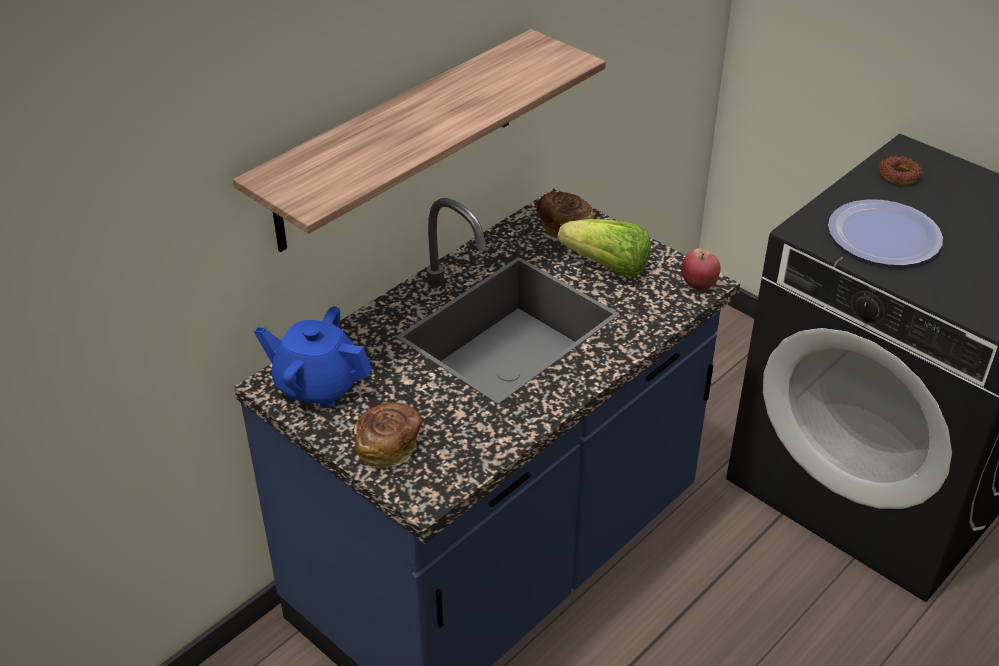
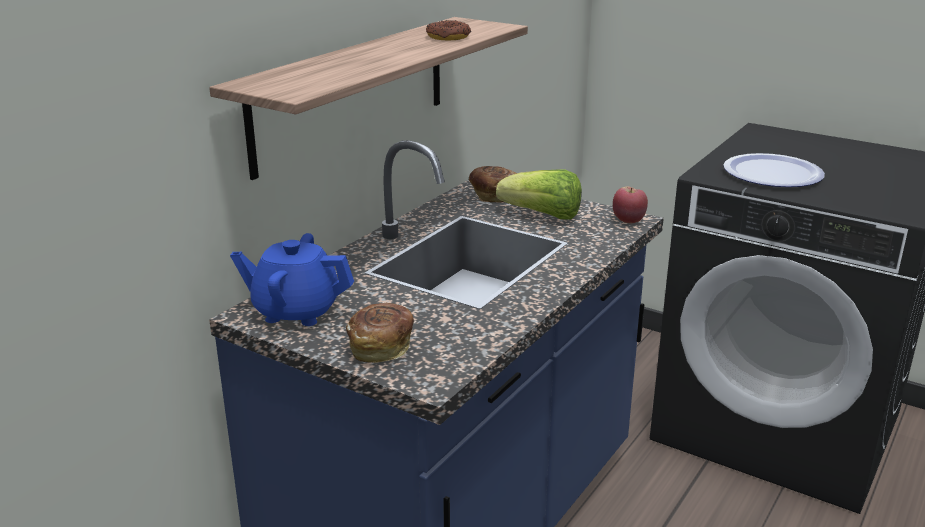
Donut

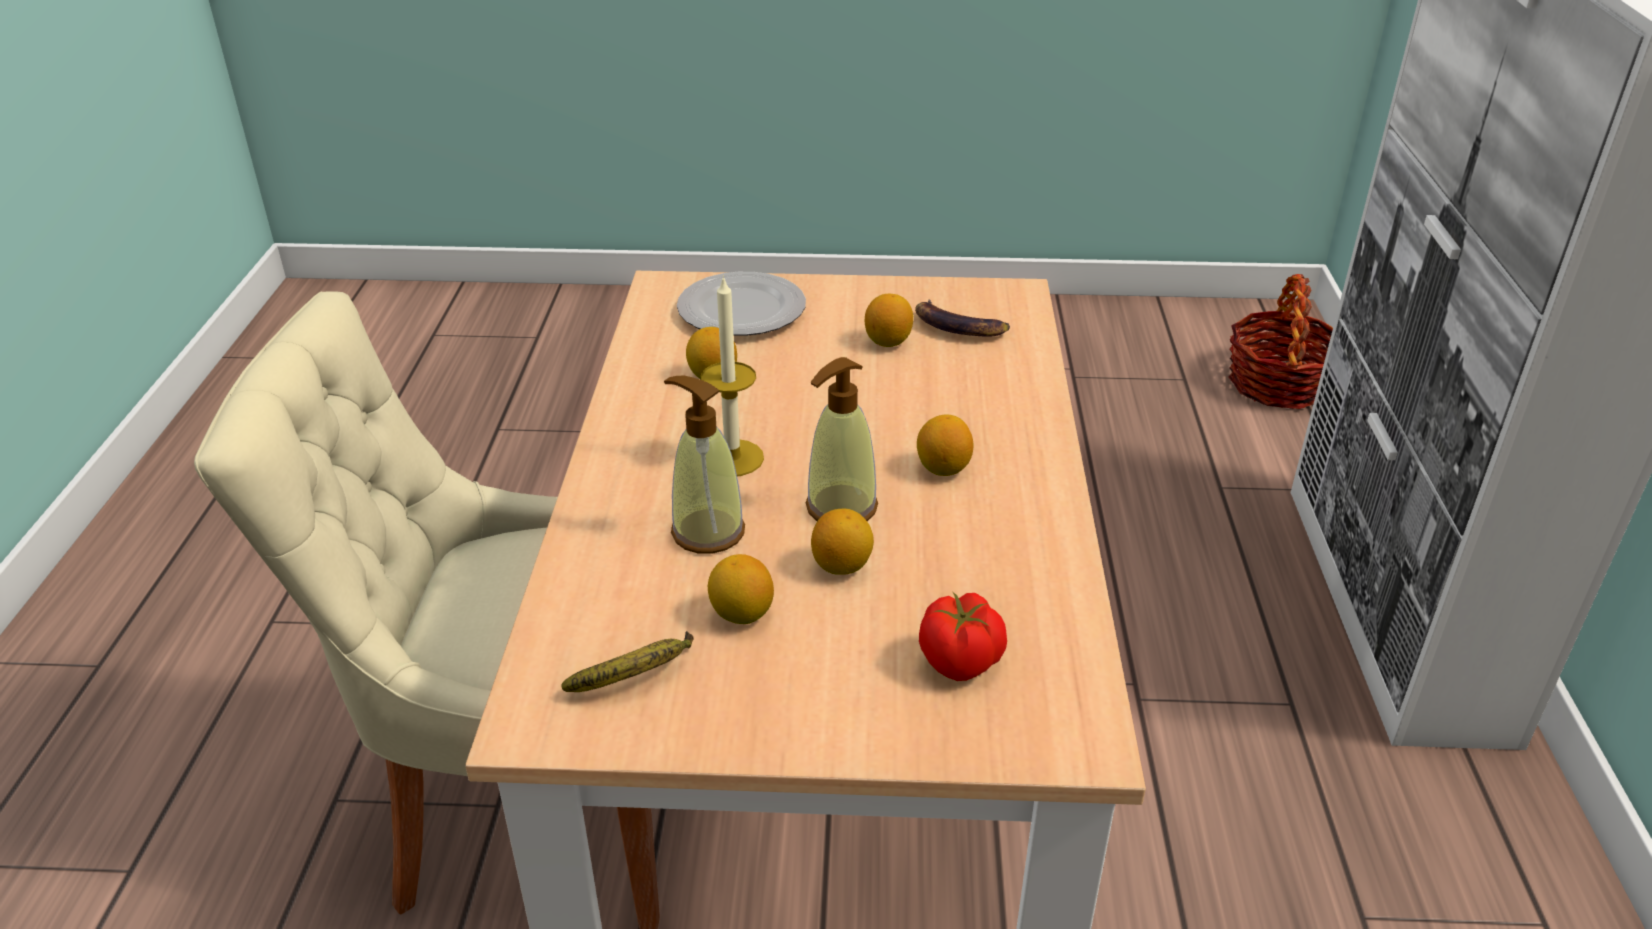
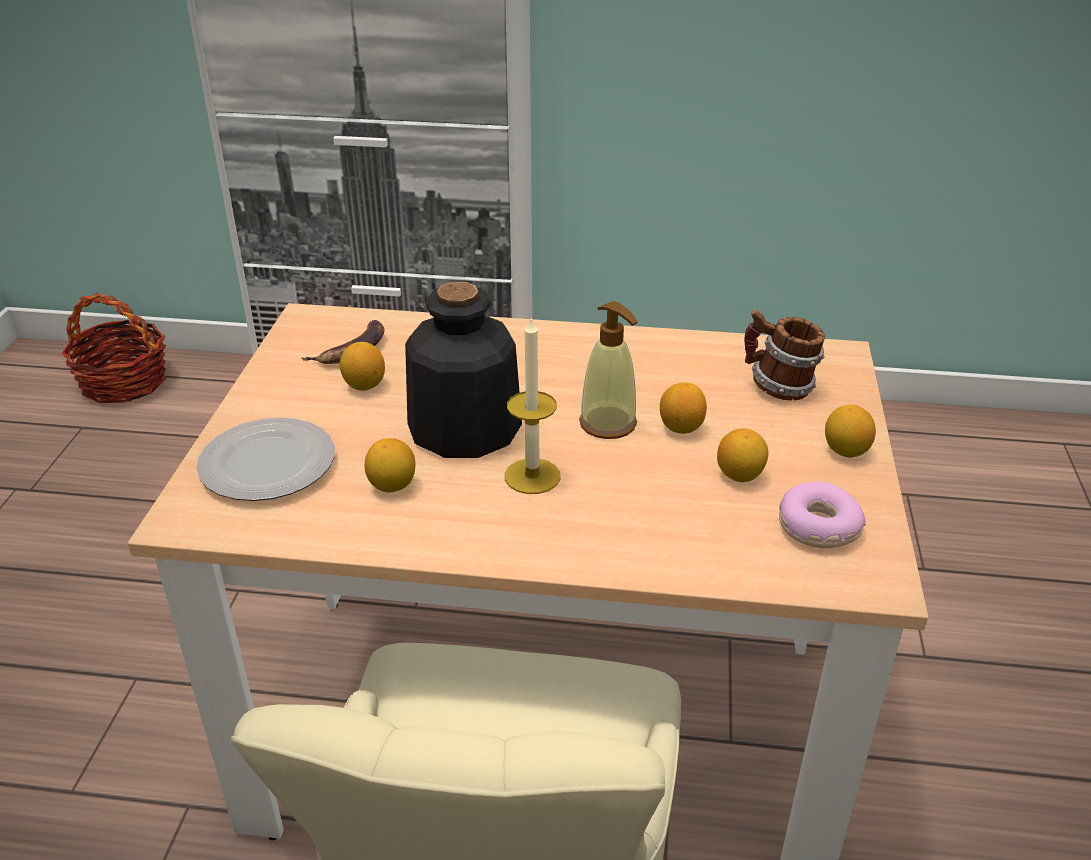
Donut; Seifenspender (no. 1 from left in the first image); Zitrone (no. 5 from left); Henkelbecher; Flasche

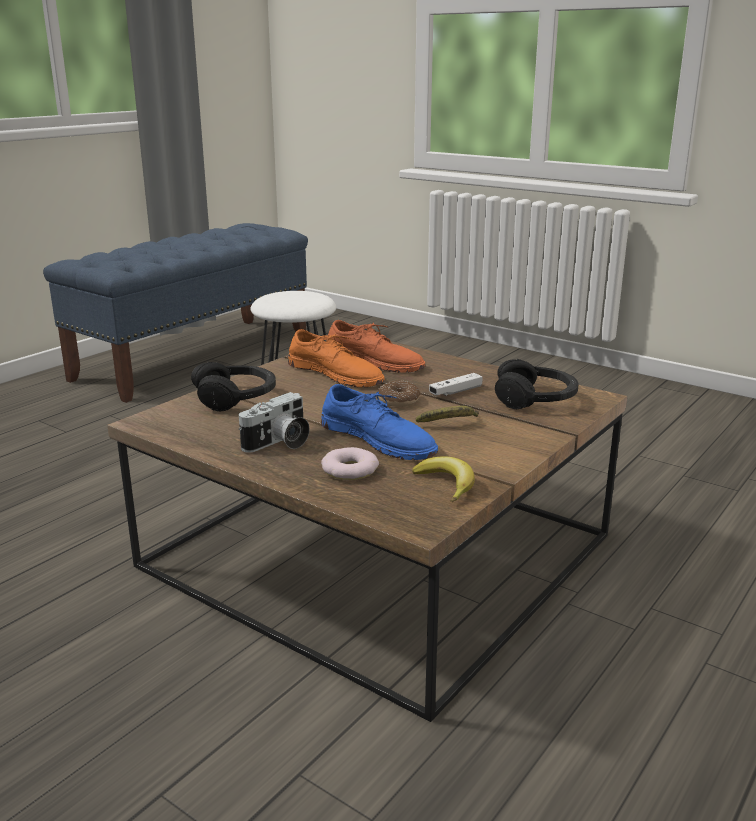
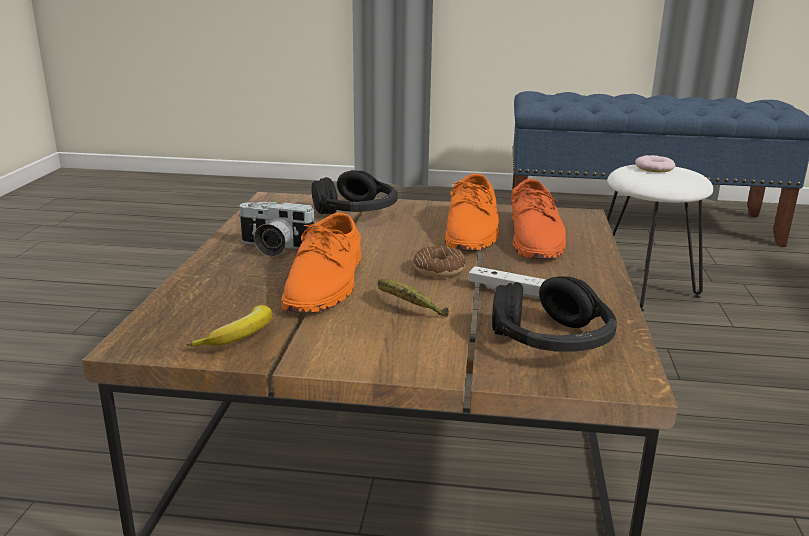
Schuh (orange) (no. 1 from left); Donut (no. 2 from left)

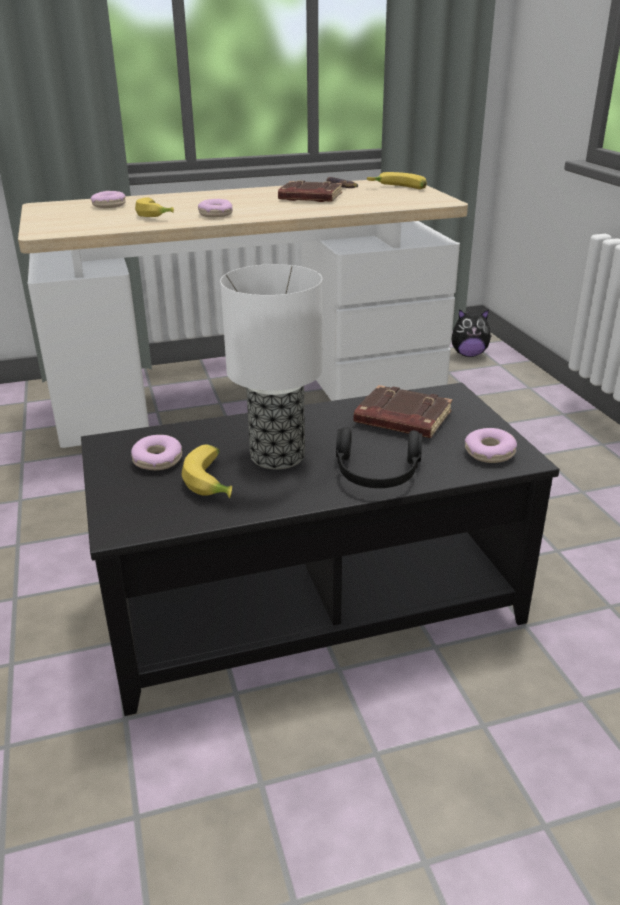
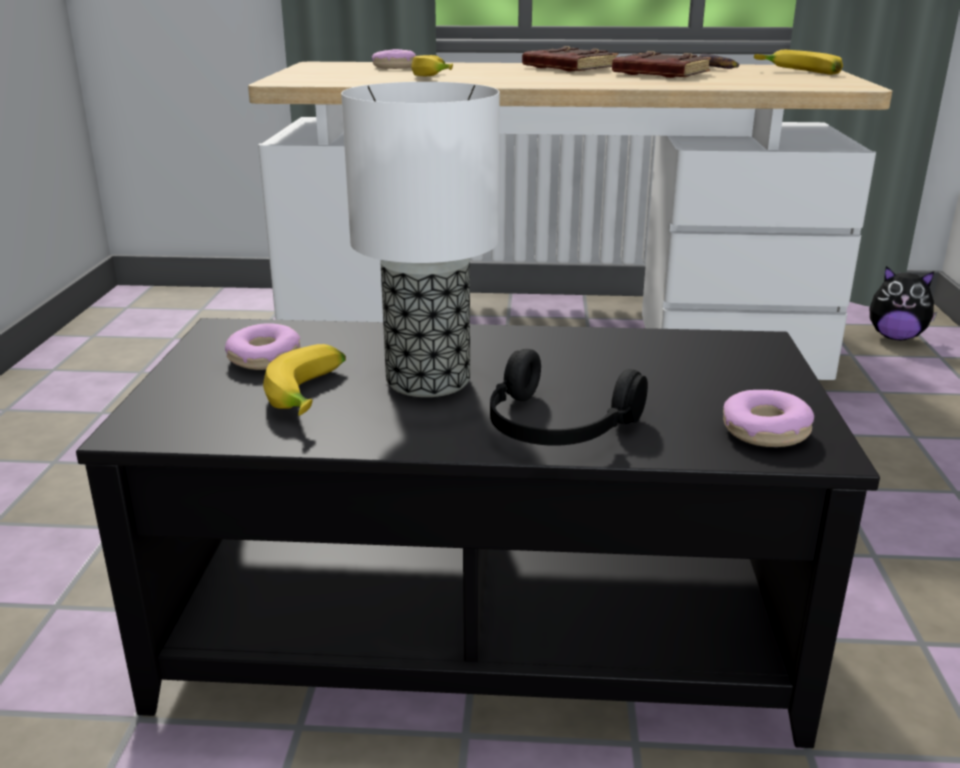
Donut (no. 3 from left in the first image); Buch (braun) (no. 1 from left)

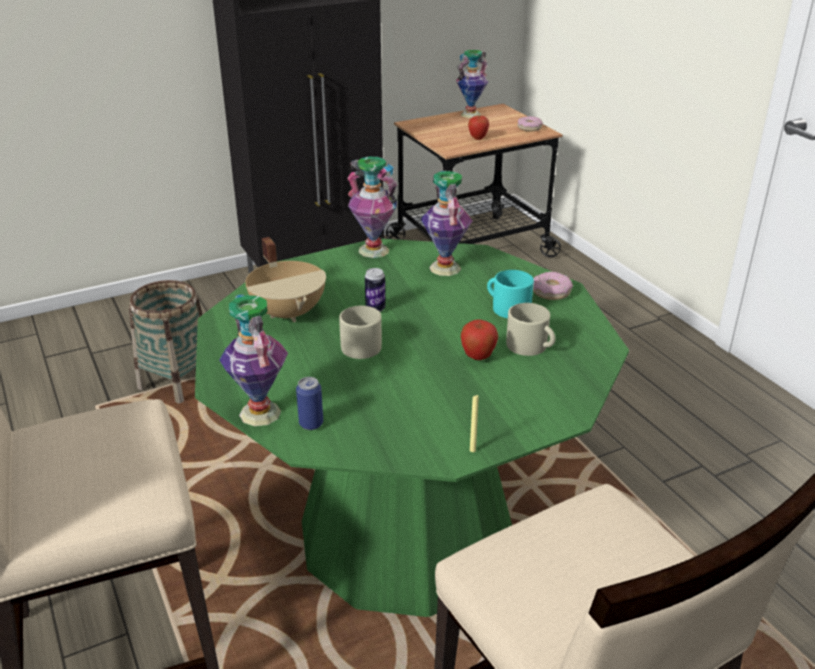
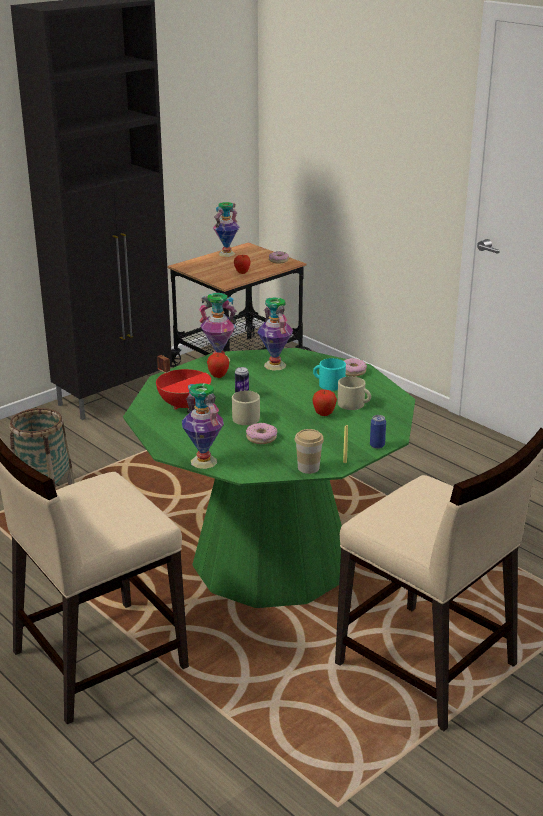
Kochtopf (rot); Dose (no. 2 from left); Apfel (no. 1 from left); Donut (no. 1 from left); Tasse

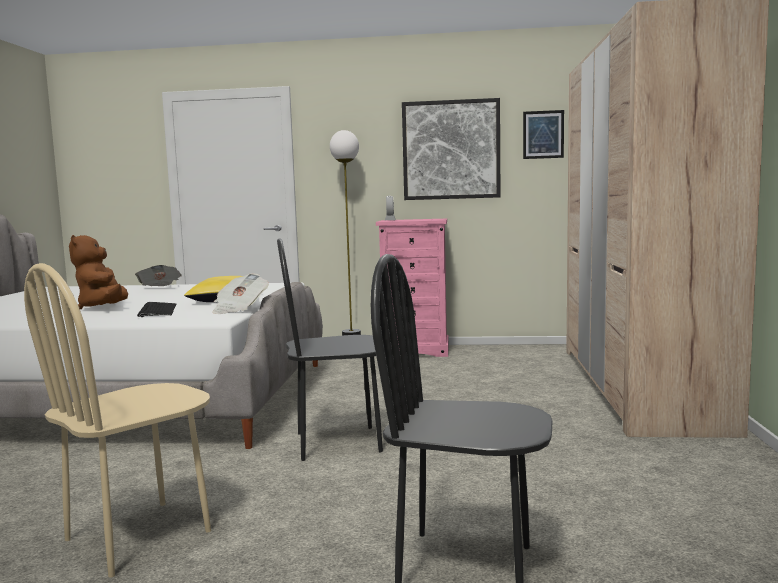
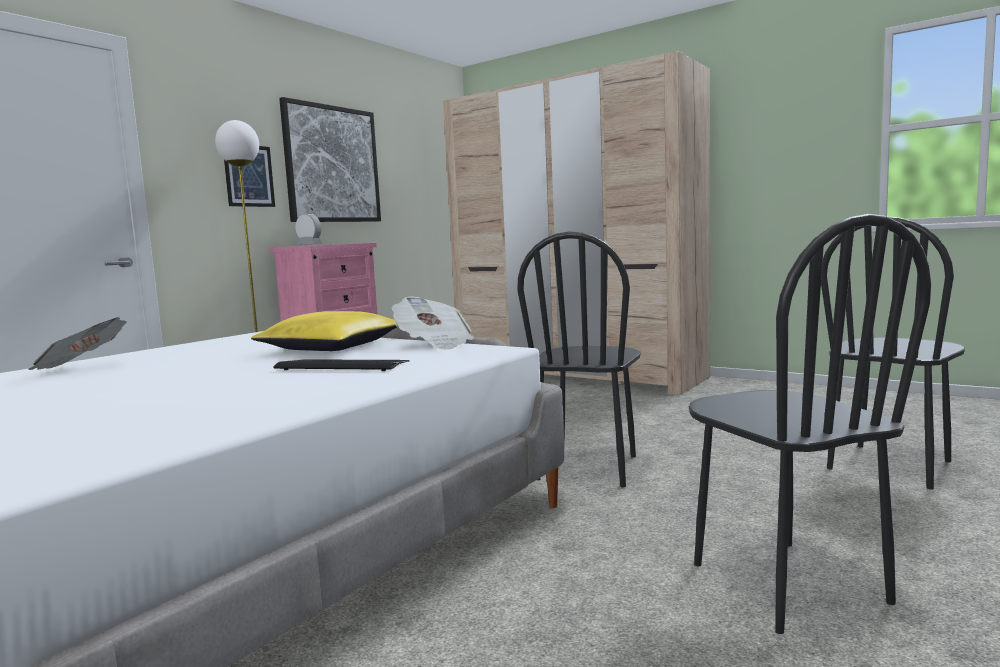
Stuhl (schwarz) (no. 2 from left); Plüschtier (braun); Bild (no. 1 from left)

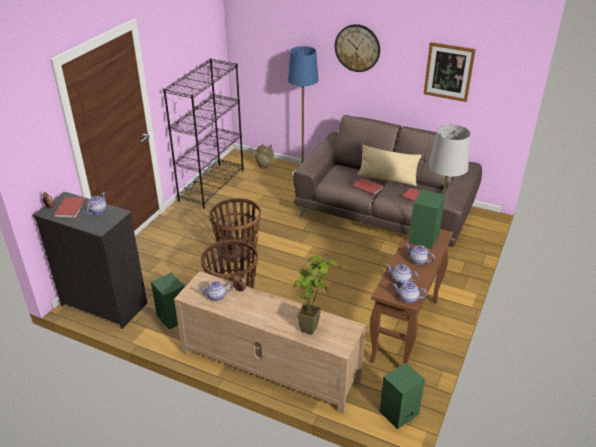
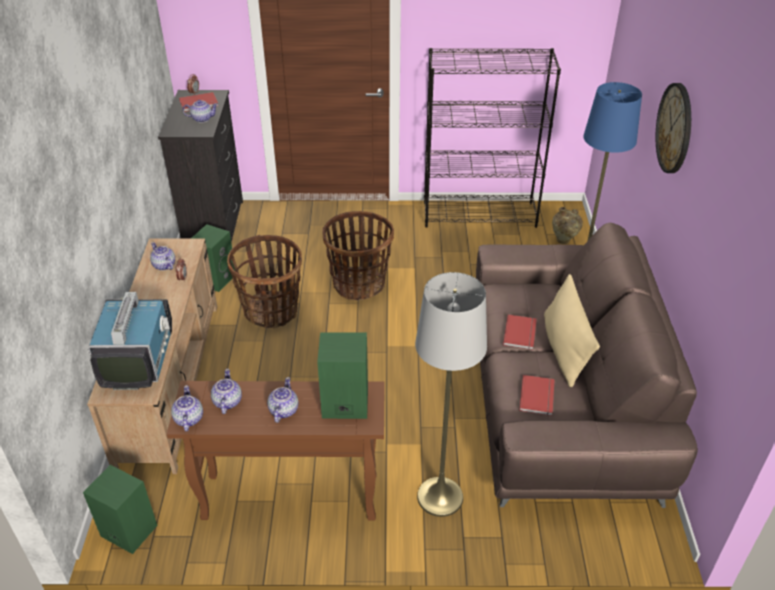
Fernseher; Bild

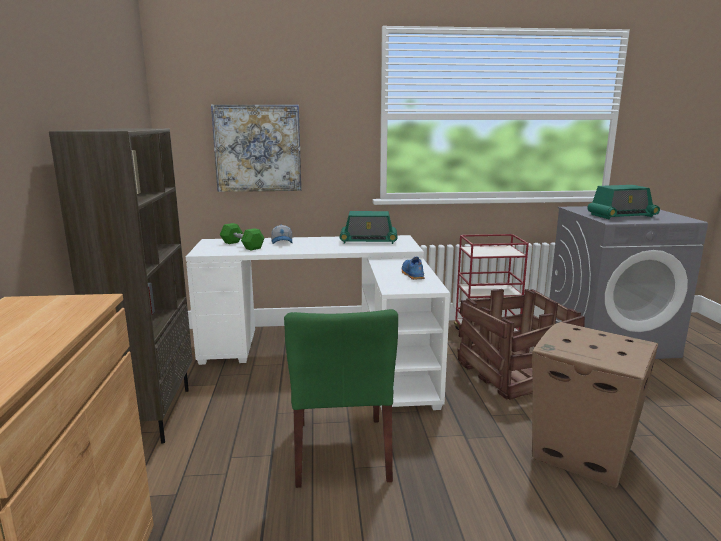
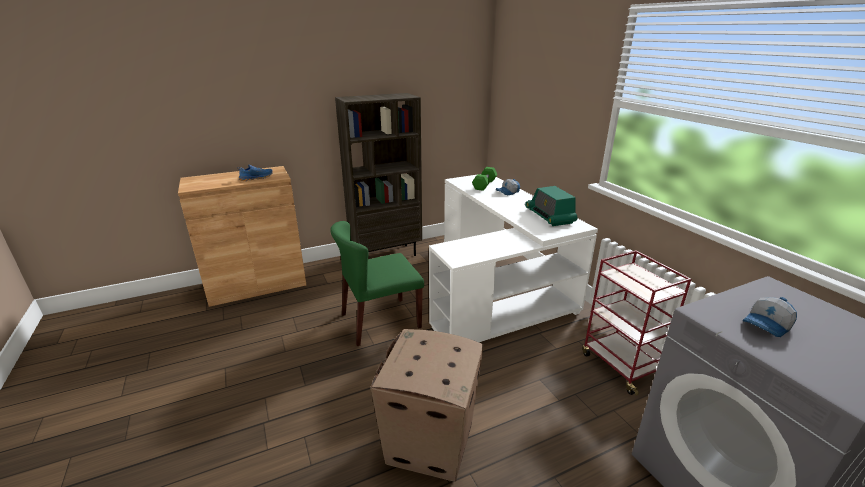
Bild; Schuh (blau); Kiste; Kappe (no. 2 from left)

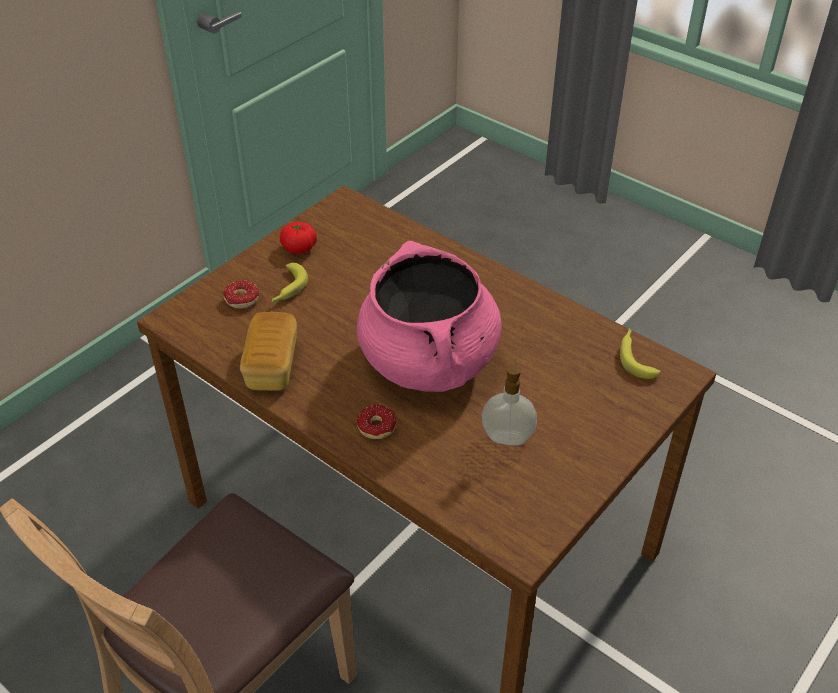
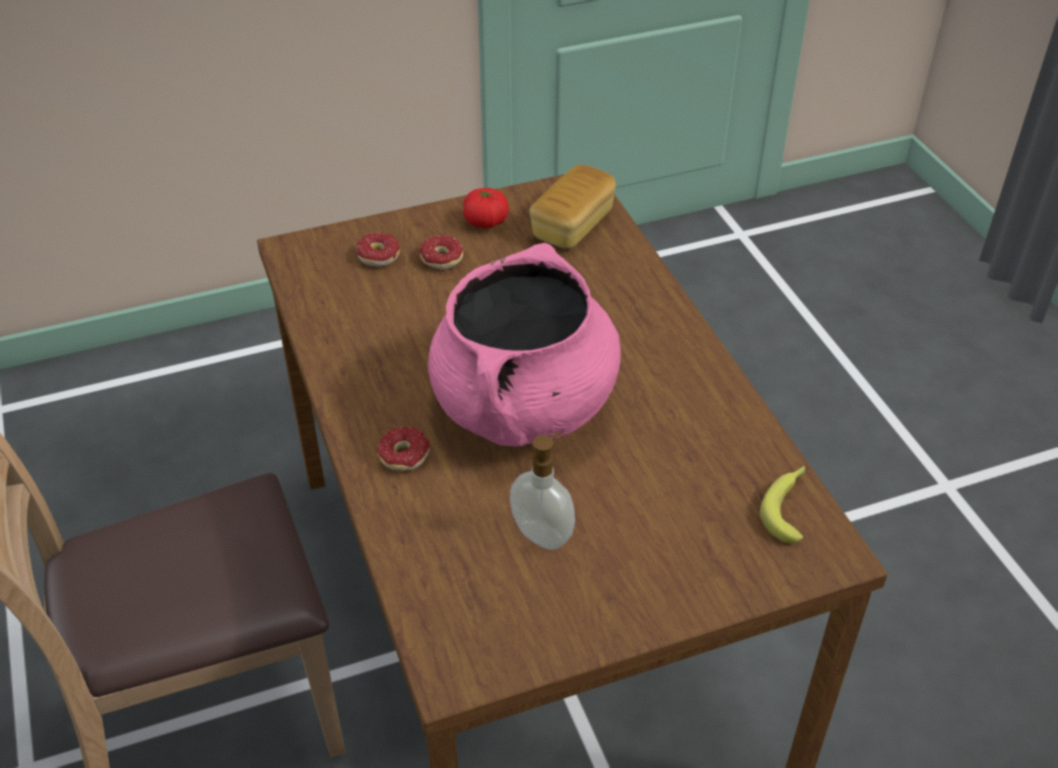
Brot; Donut (no. 3 from left)

